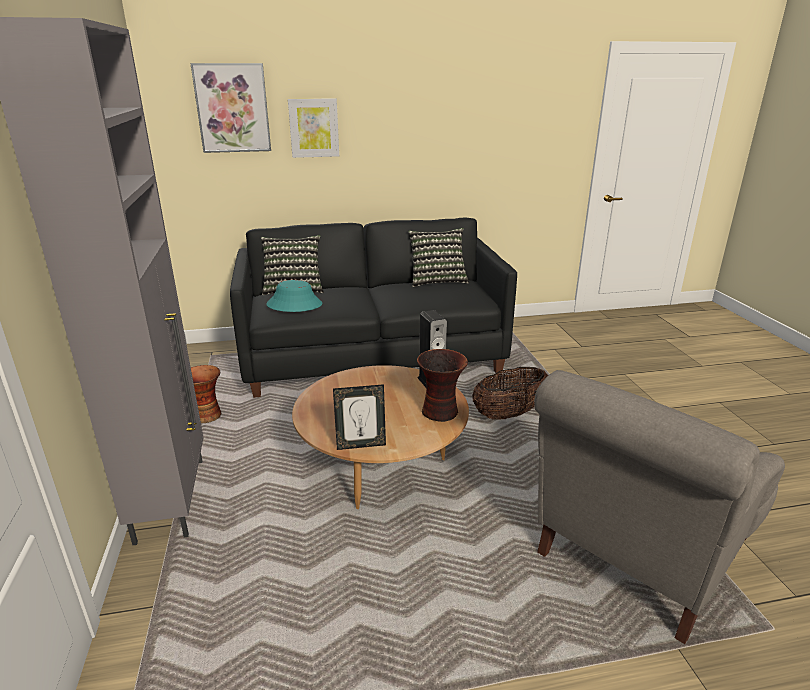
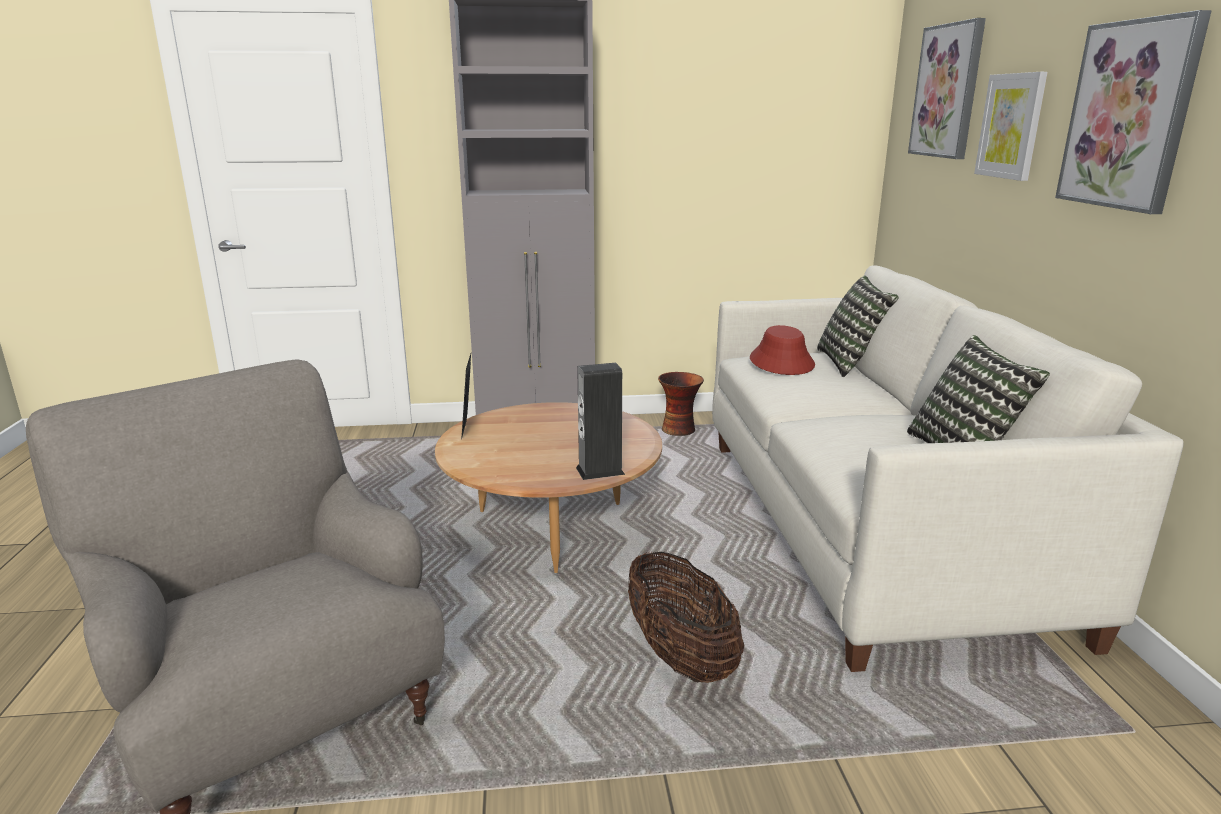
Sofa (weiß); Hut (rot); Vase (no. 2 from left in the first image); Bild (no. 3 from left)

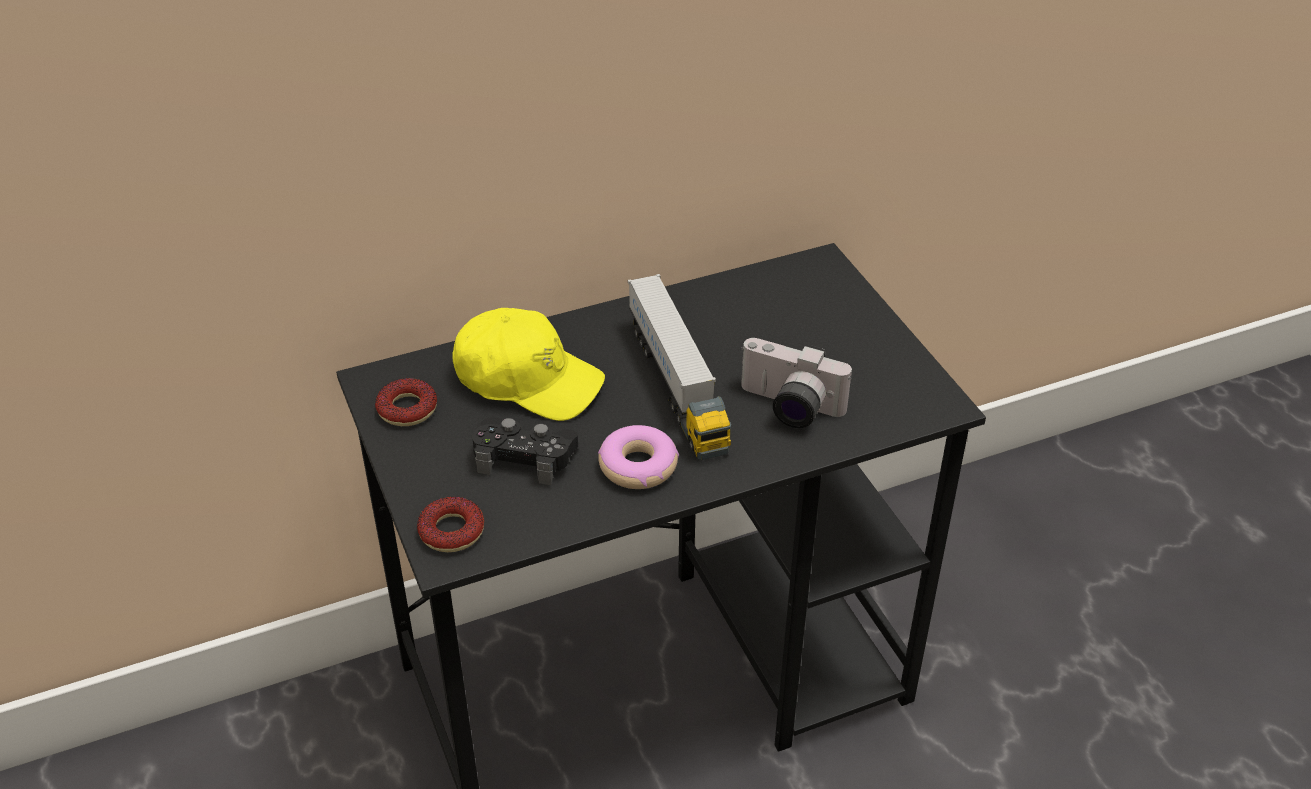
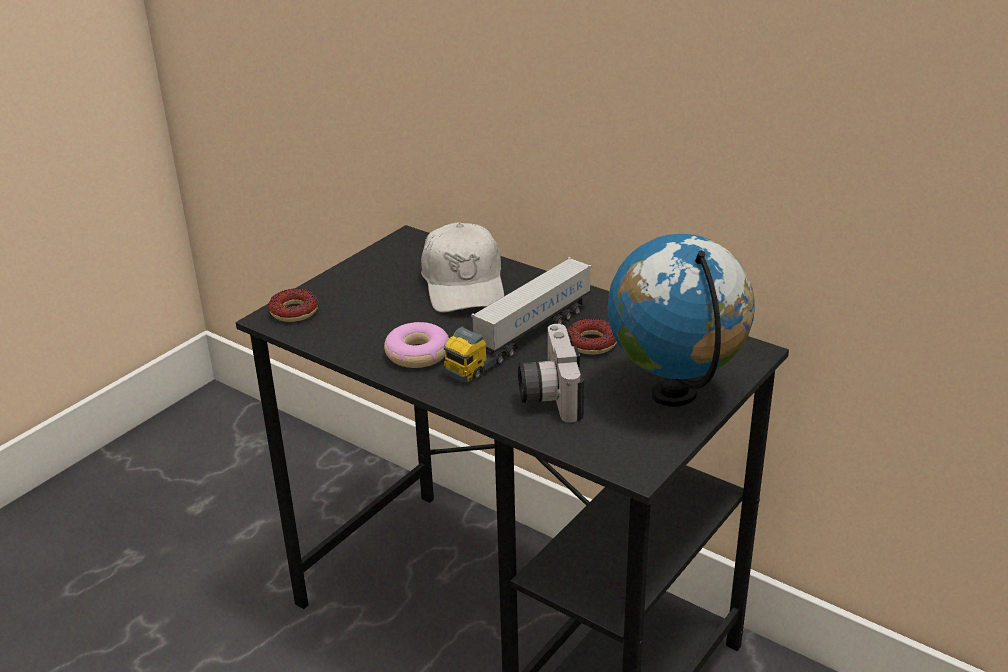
Donut (no. 3 from left); Kappe (weiß); Gamepad (schwarz); Globus

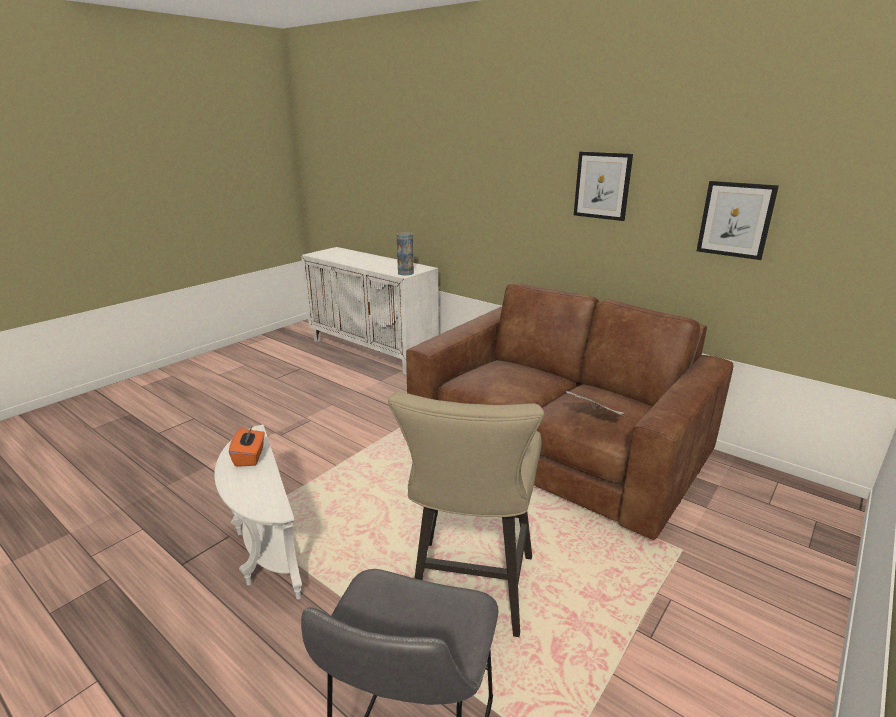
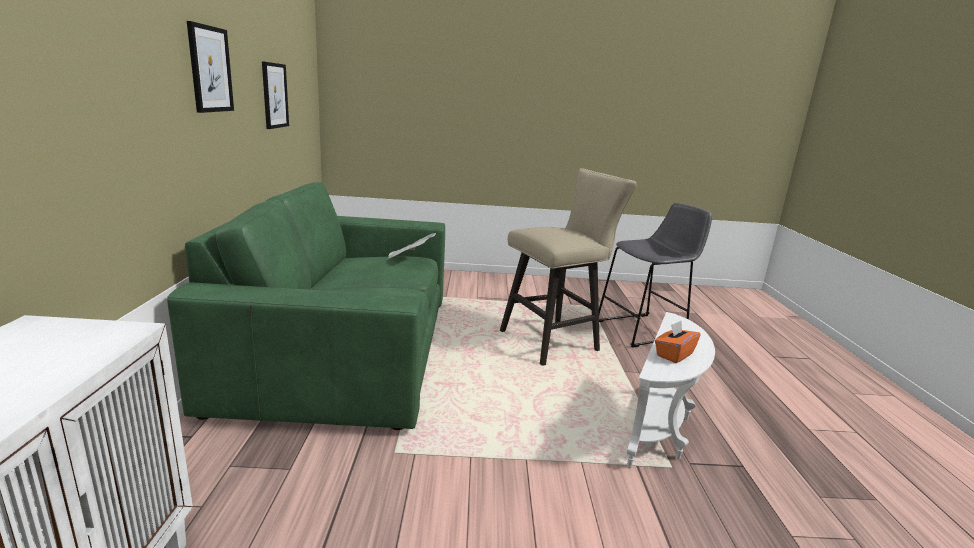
Vase; Sofa (grün)

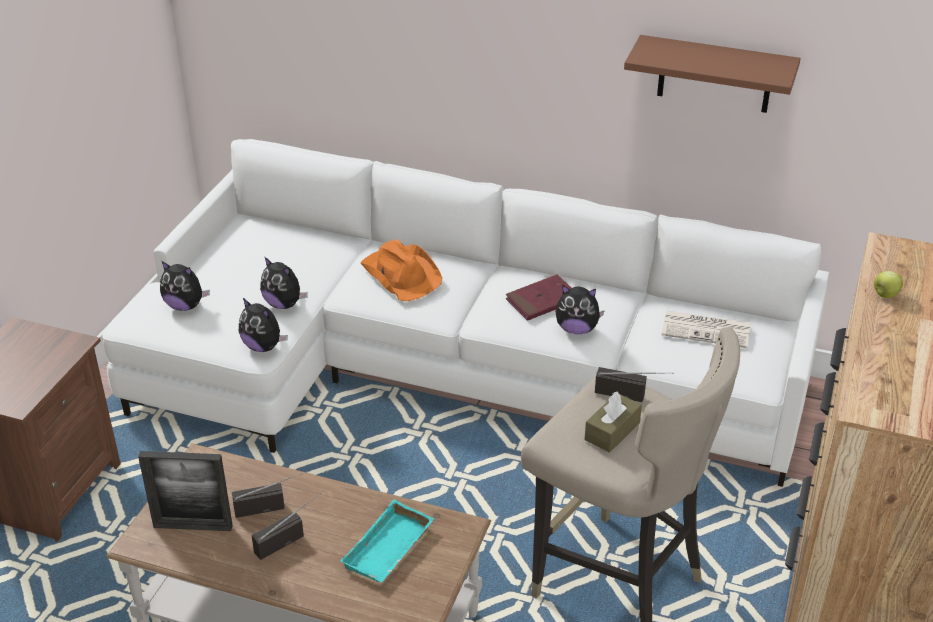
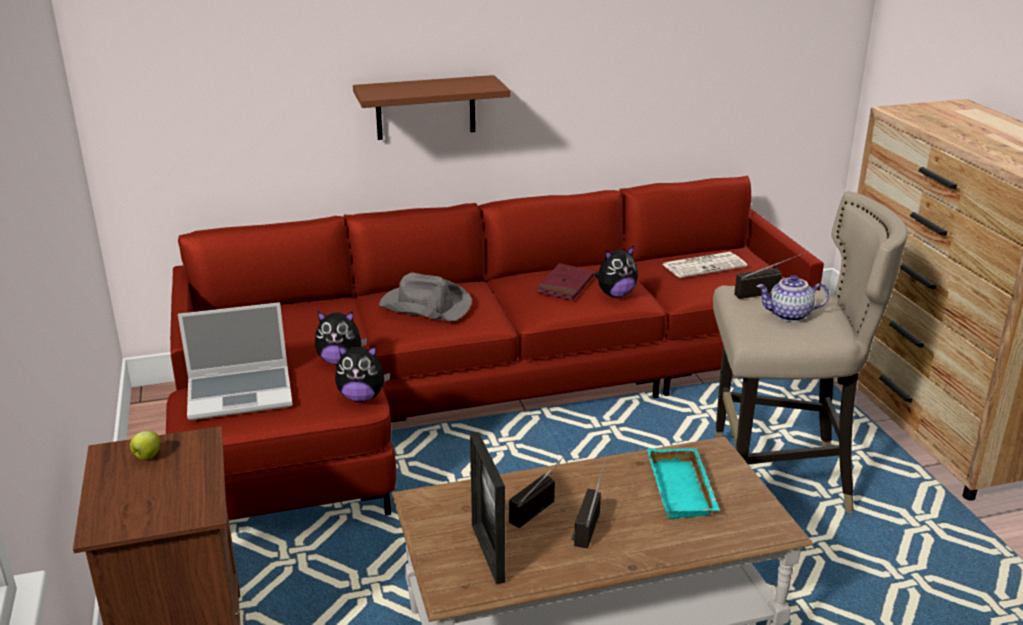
Sofa (rot); Bilderrahmen; Laptop; Hut (grau); Teekanne; Wandregal (braun); Apfel

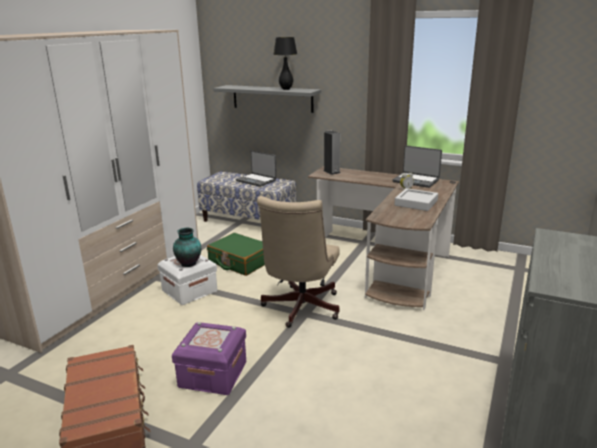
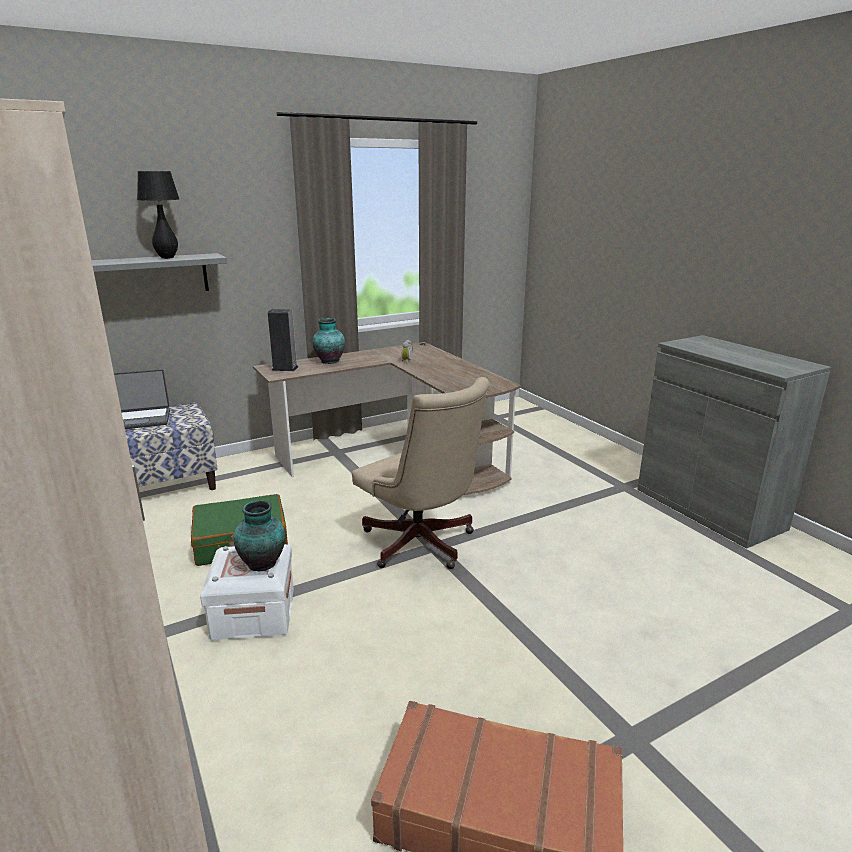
Aufbewahrungsbox (lila); Laptop (no. 2 from left in the first image); Tablett (grau); Vase (no. 2 from left)

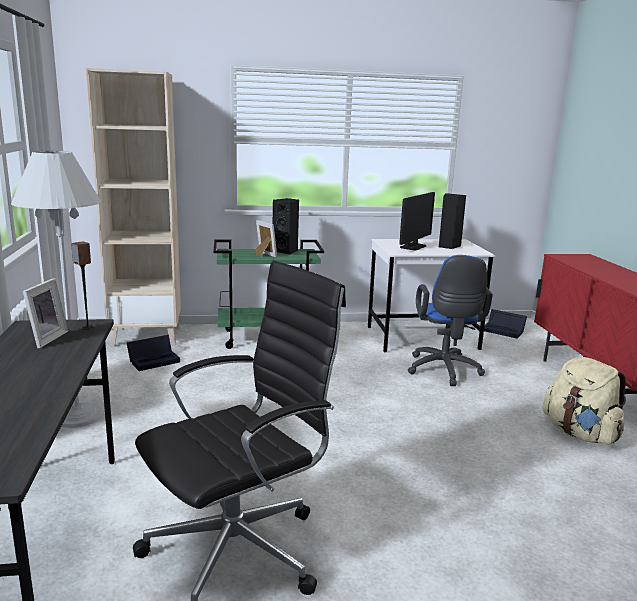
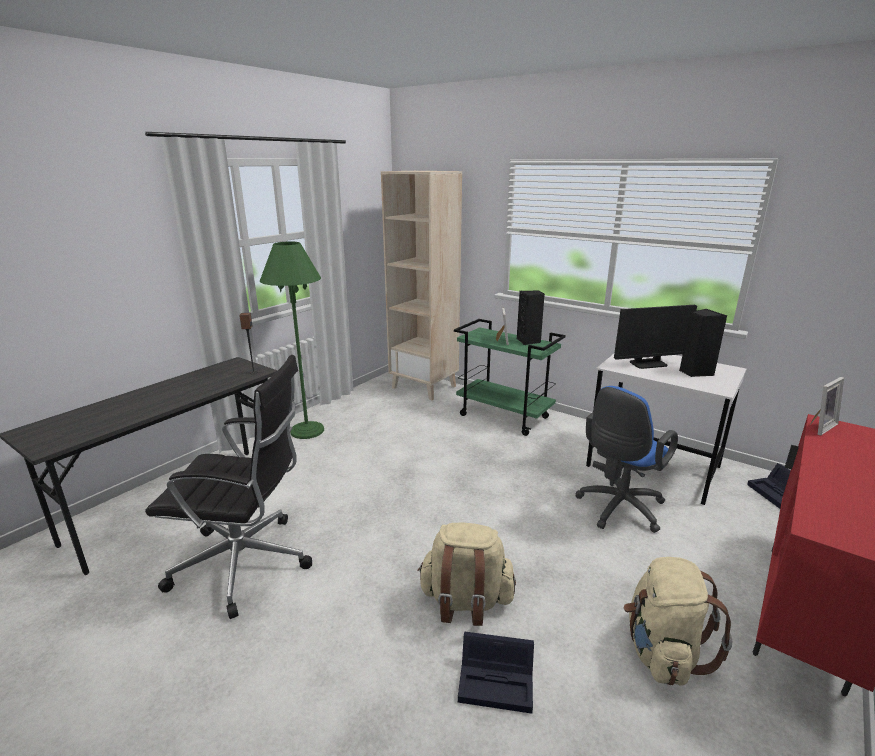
Stehlampe (grün); Bilderrahmen (no. 2 from left); Aufbewahrungsbox (schwarz) (no. 1 from left); Rucksack (beige) (no. 1 from left)

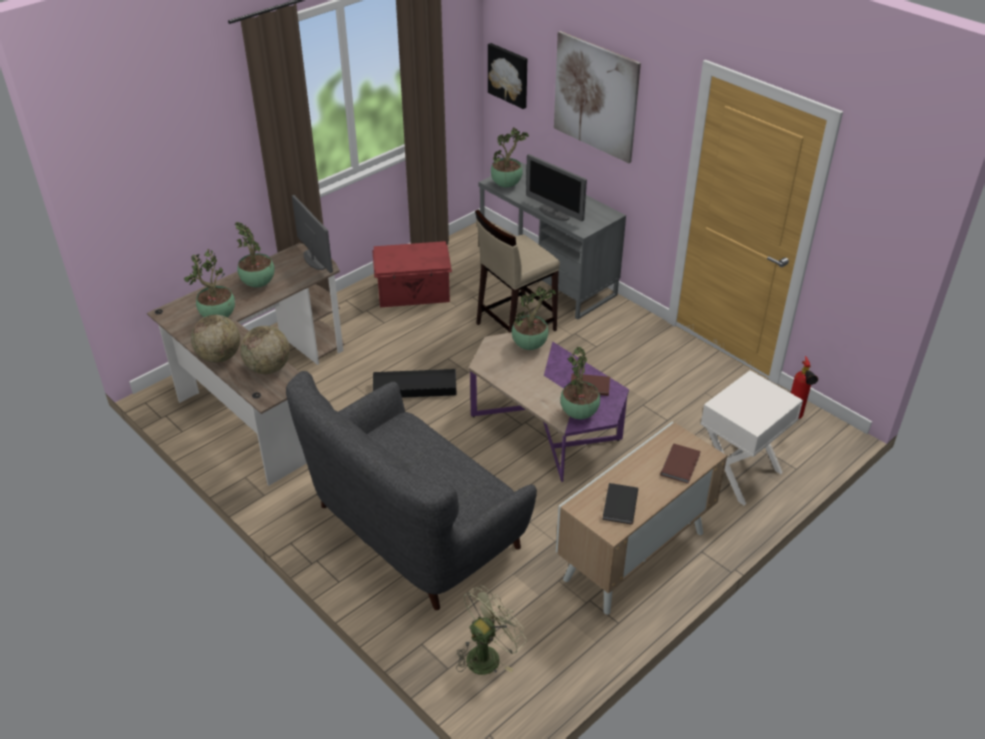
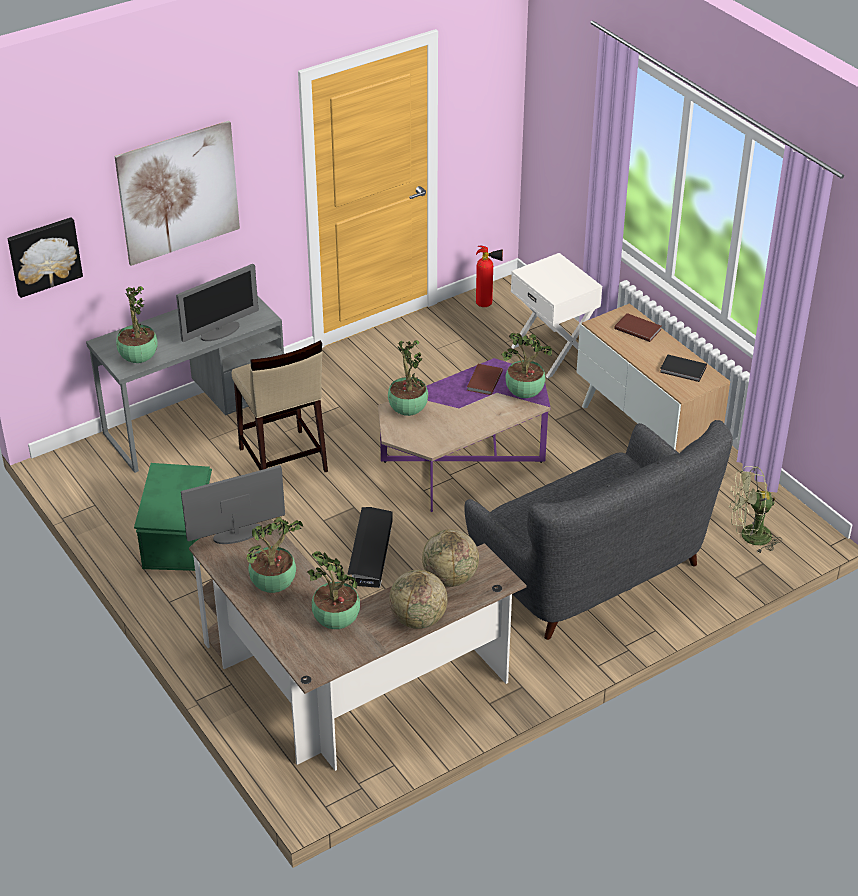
Aufbewahrungsbox (grün); Ventilator (grün)

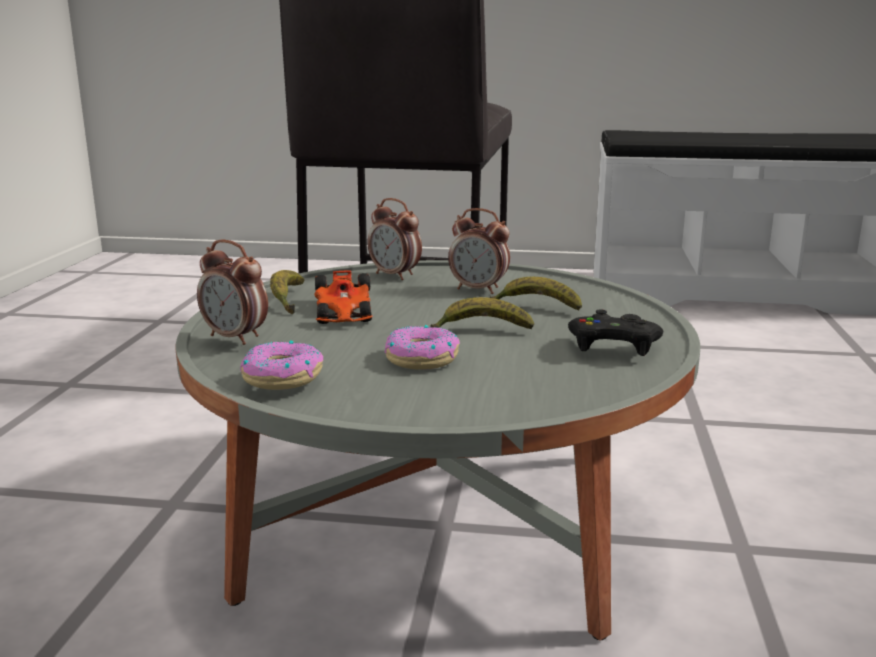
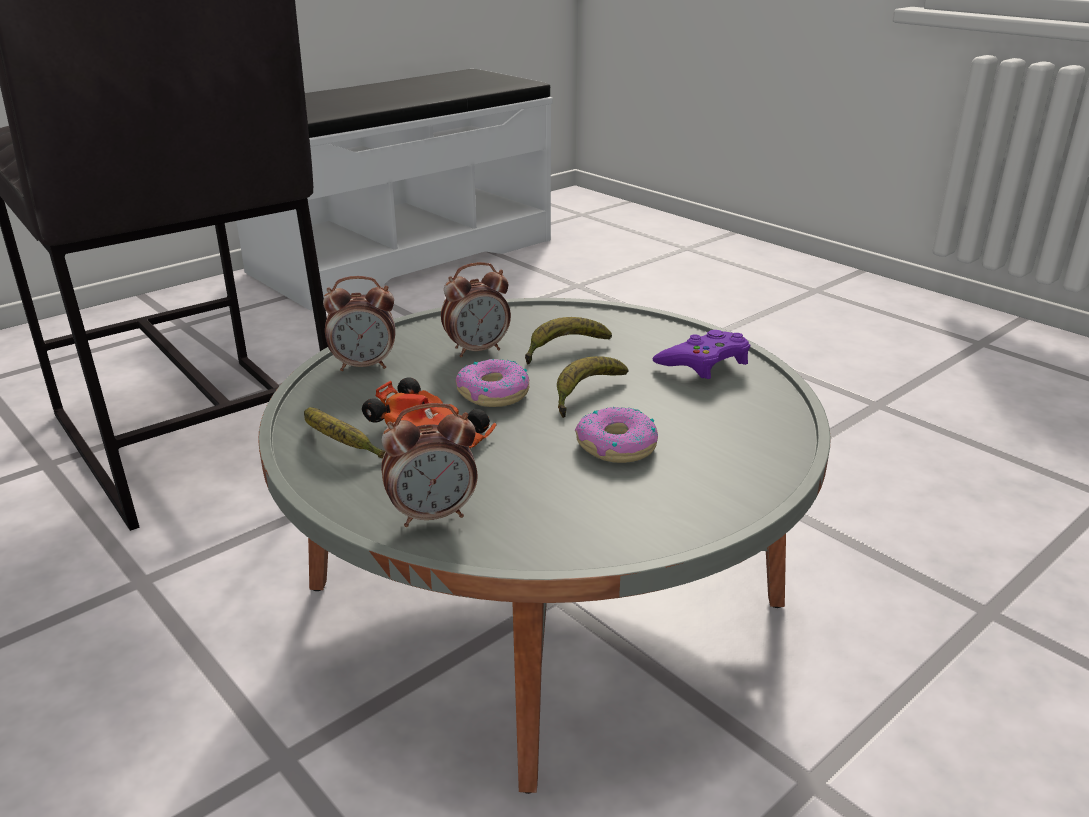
Donut (no. 1 from left); Gamepad (lila)

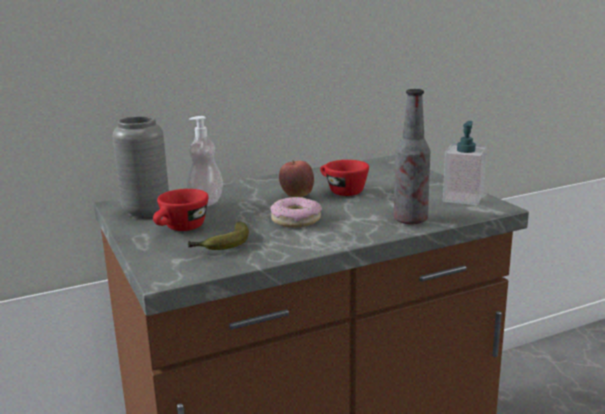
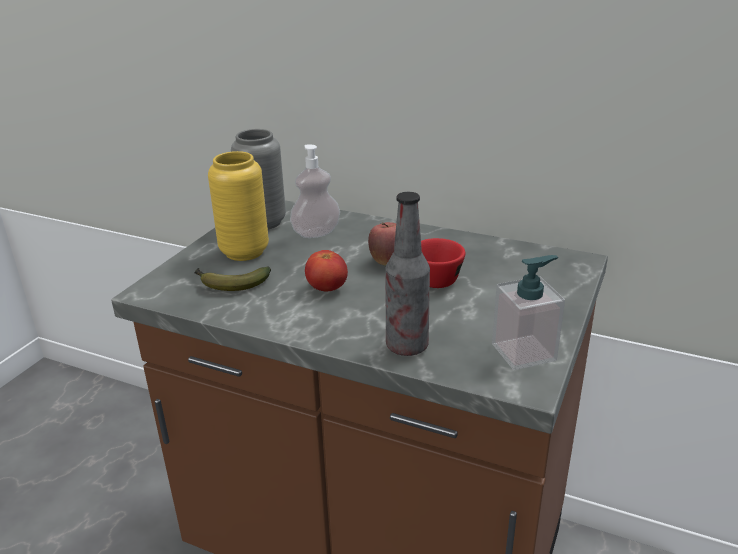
Vase (gelb); Tomate

